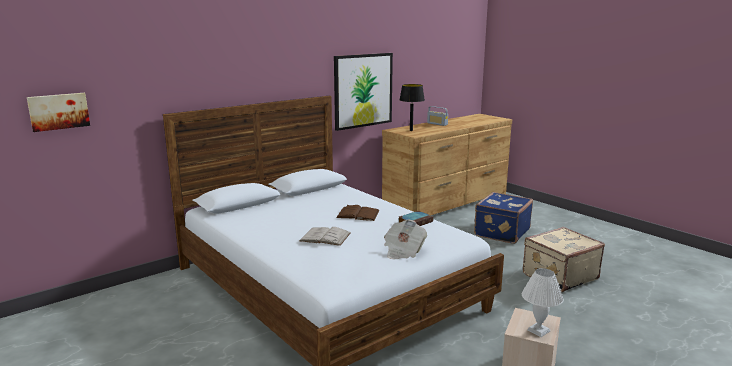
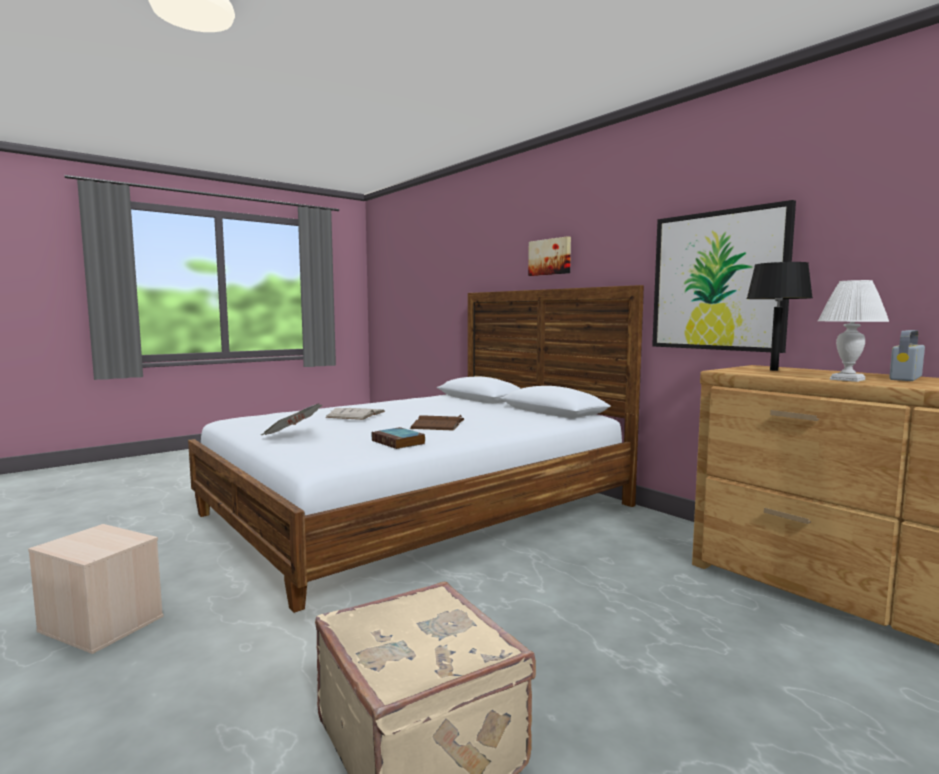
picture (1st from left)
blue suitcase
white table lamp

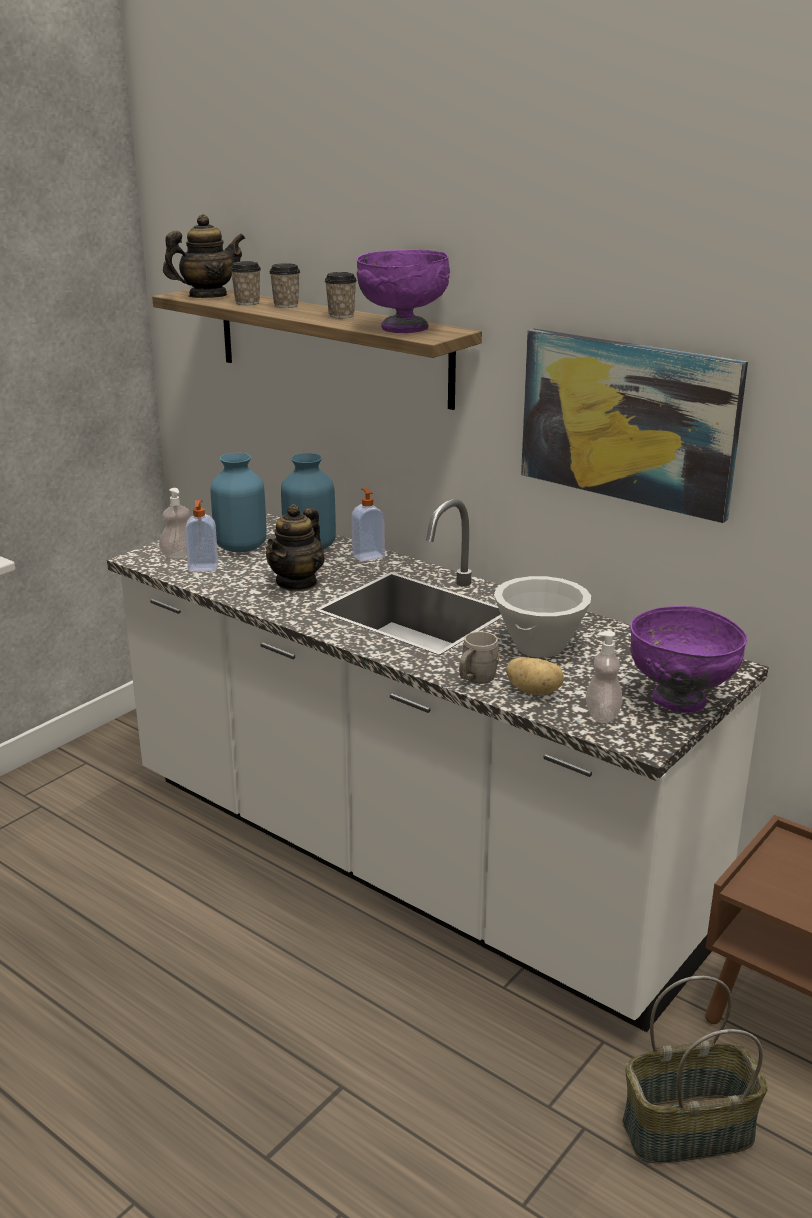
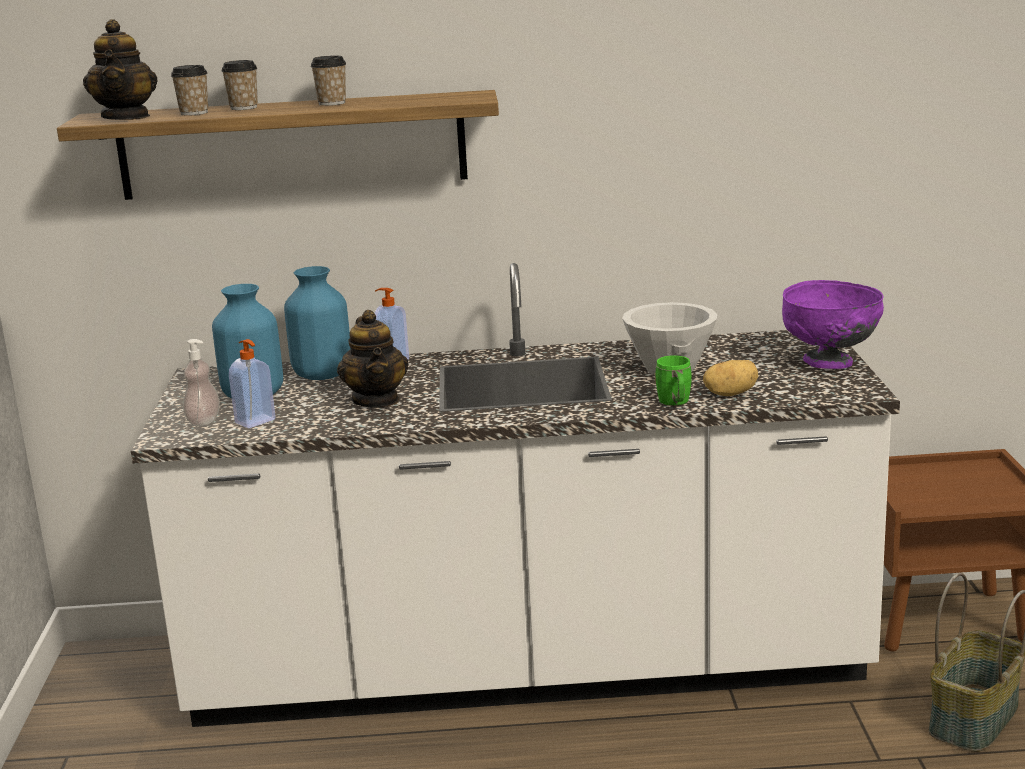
teapot (1st from left)
purple bowl (1st from left in the first image)
picture
green mug
soap dispenser (4th from left in the first image)

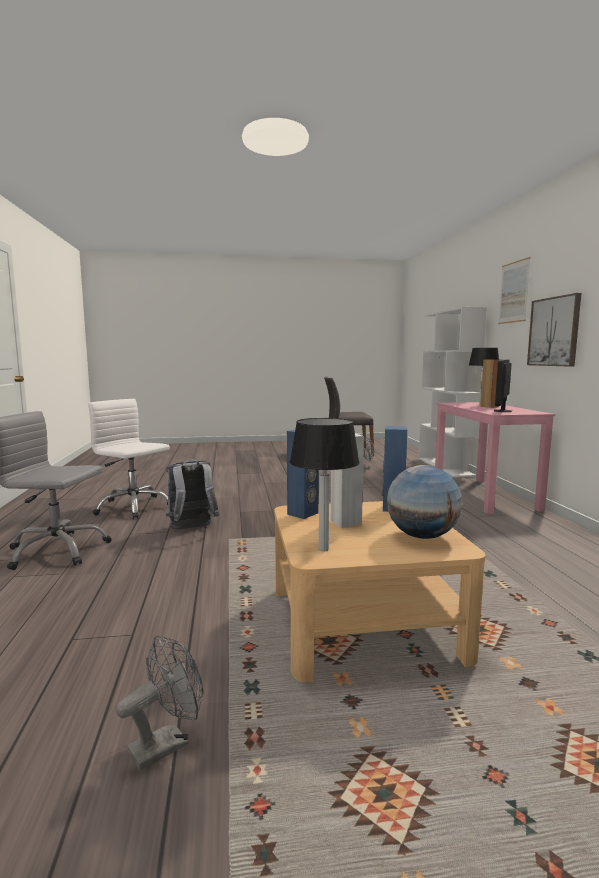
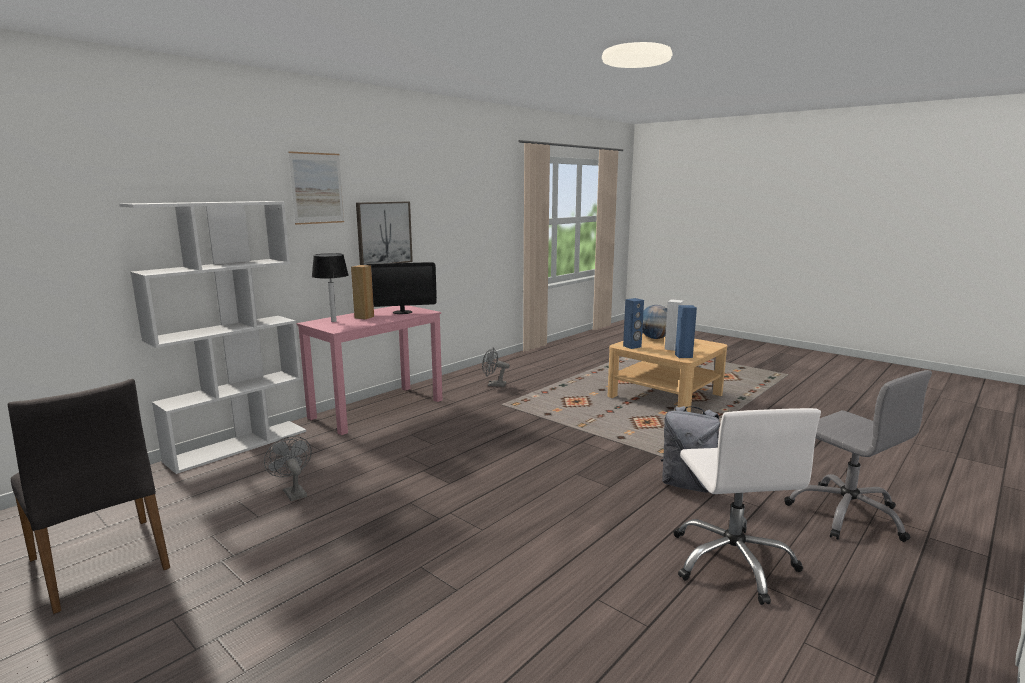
table lamp (1st from left in the first image)
grey fan (2nd from left)

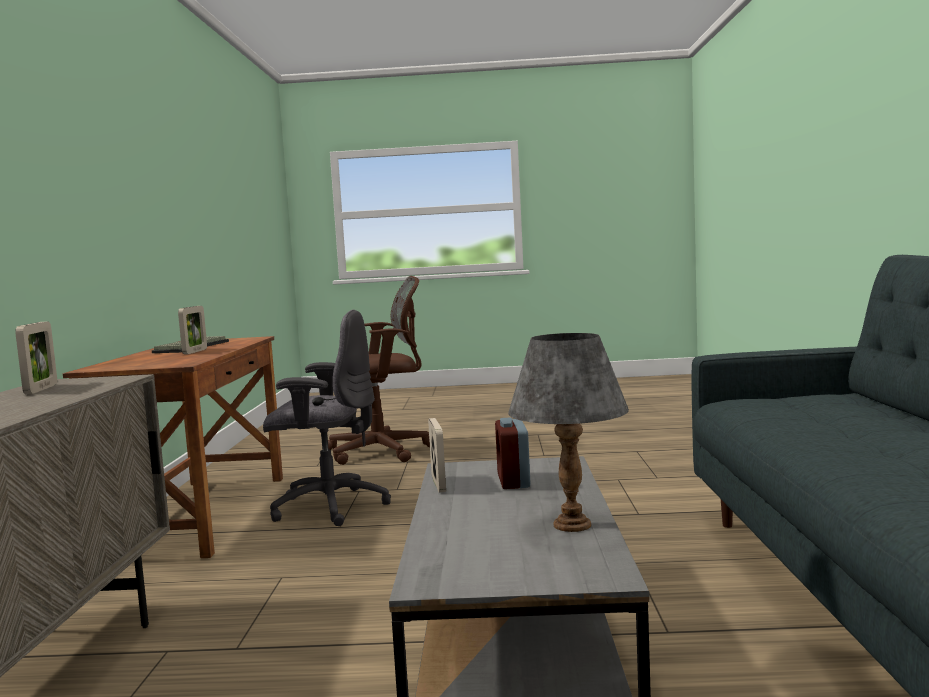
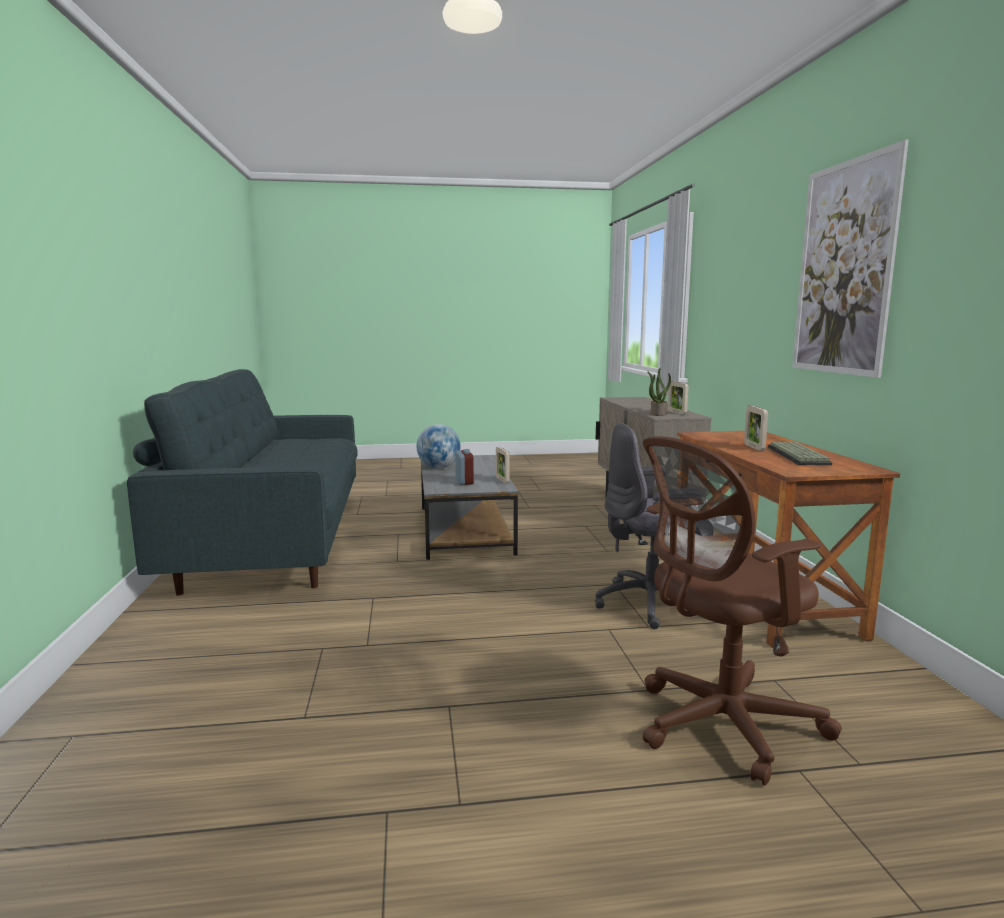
globe
picture
potted plant

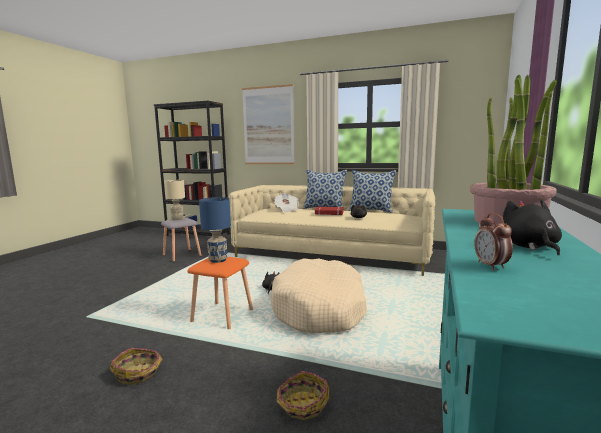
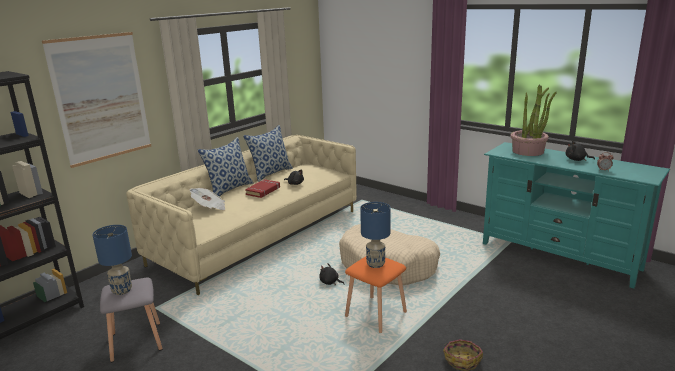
blue table lamp (1st from left)
basket (2nd from left in the first image)

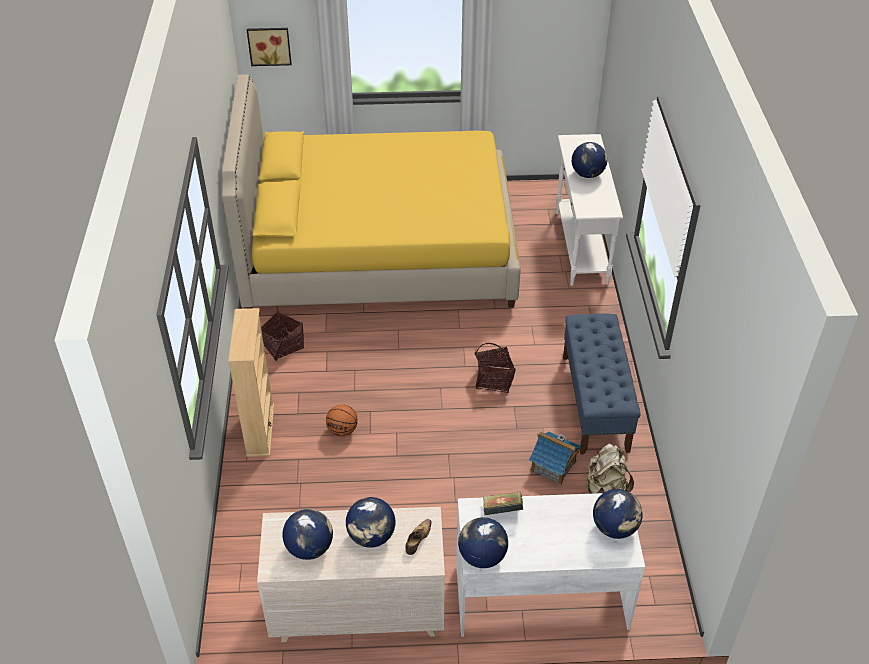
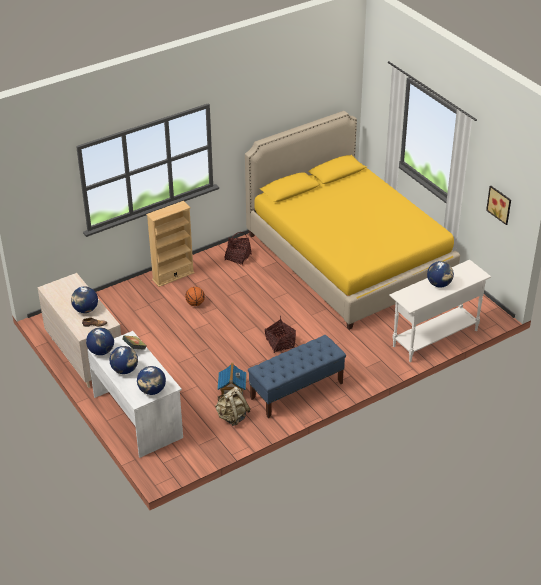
picture
globe (3rd from left)

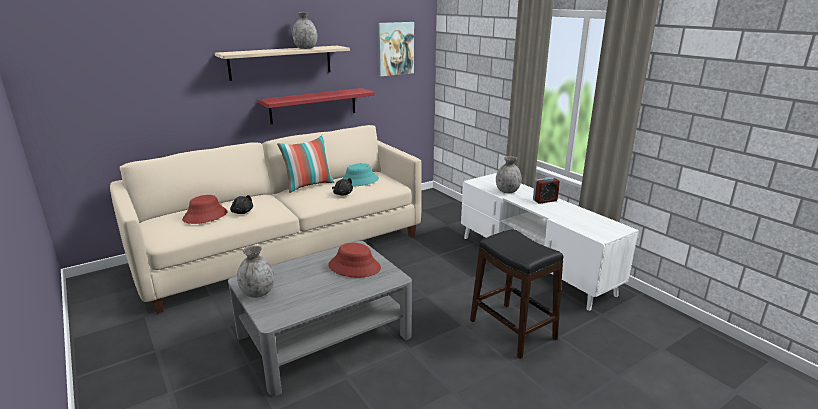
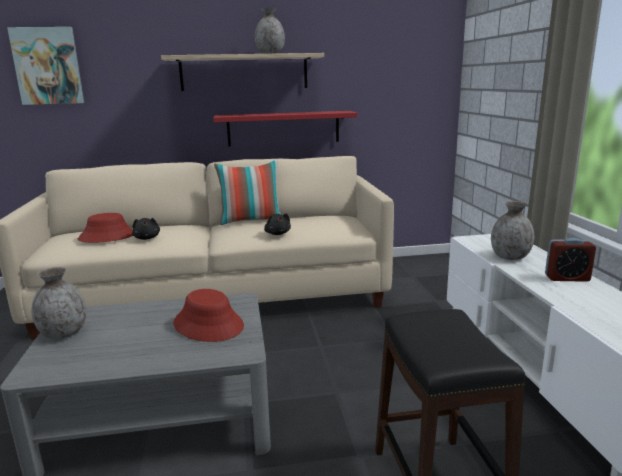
picture
turquoise hat

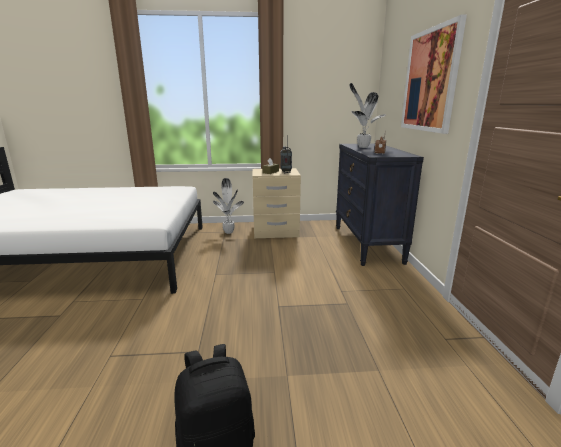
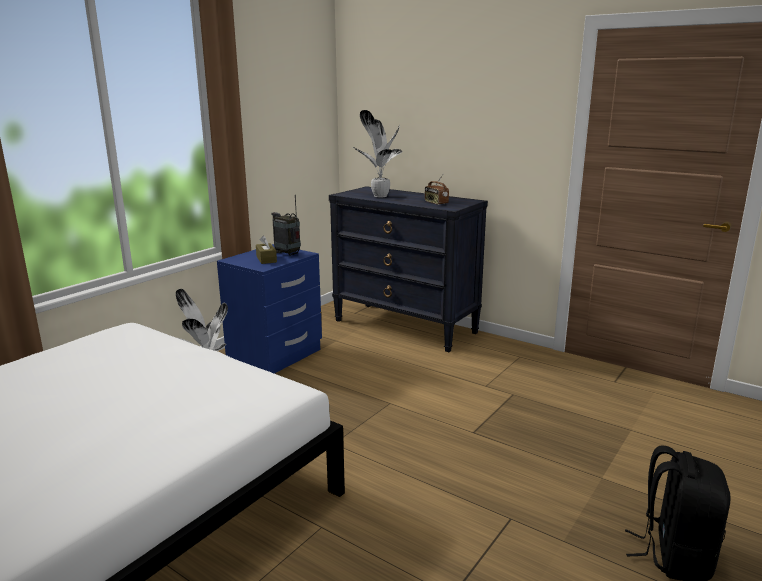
picture
blue nightstand

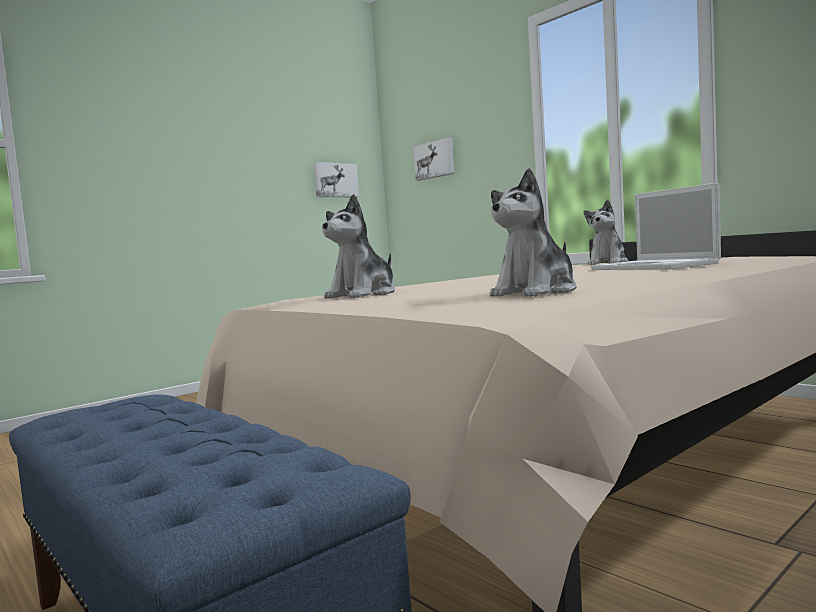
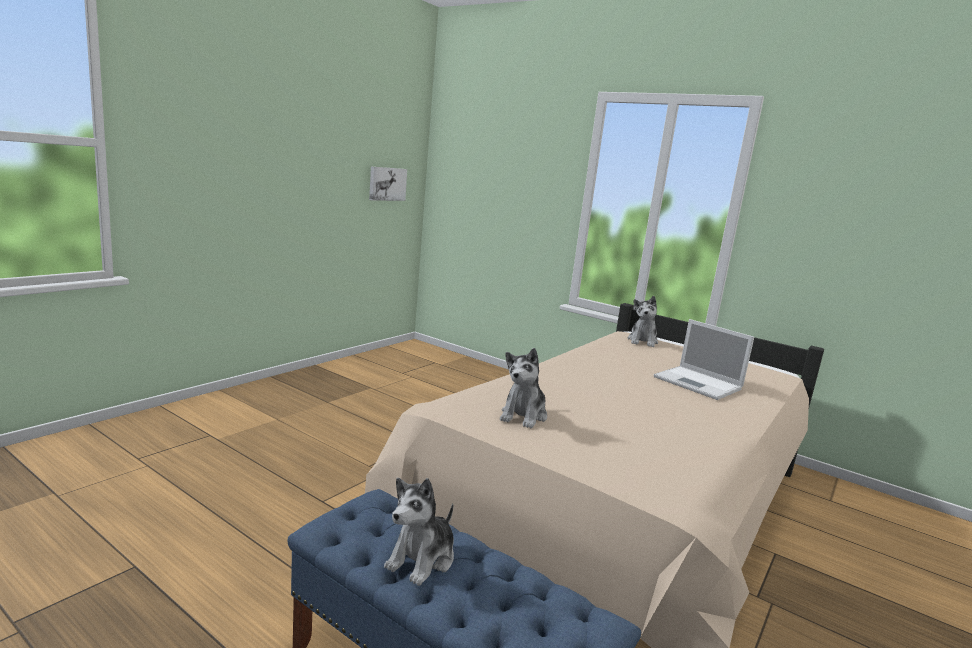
picture (2nd from left in the first image)
plush toy (1st from left)

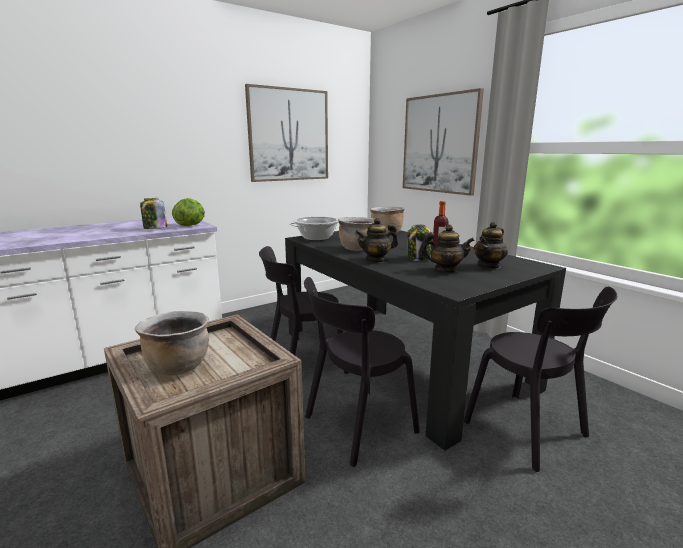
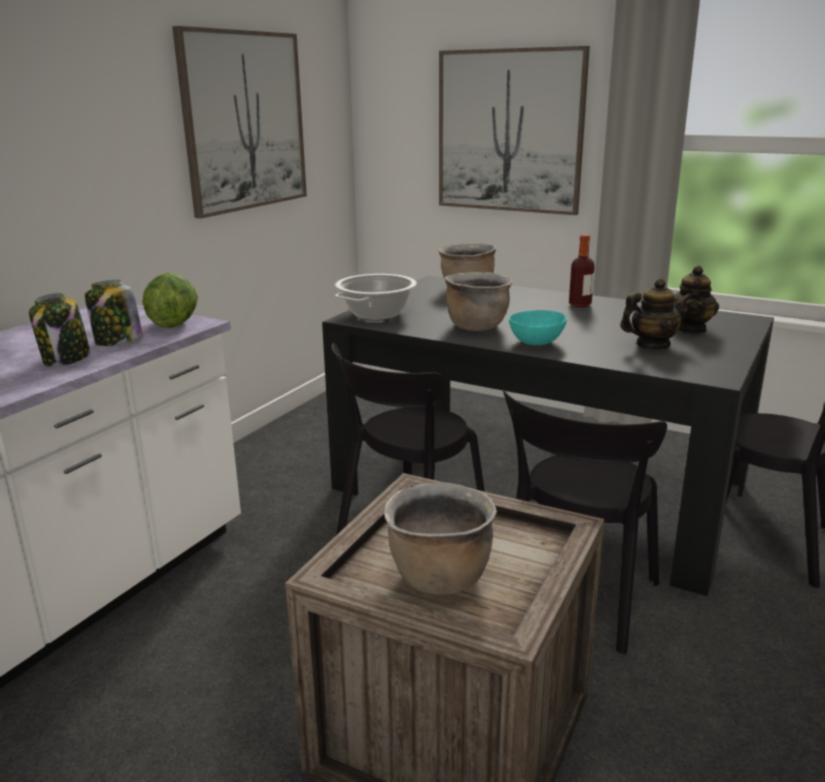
turquoise bowl
jar (1st from left)

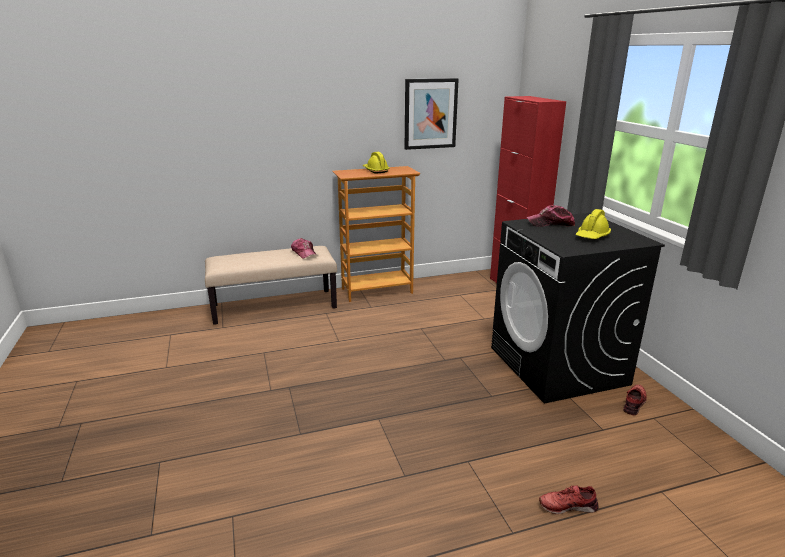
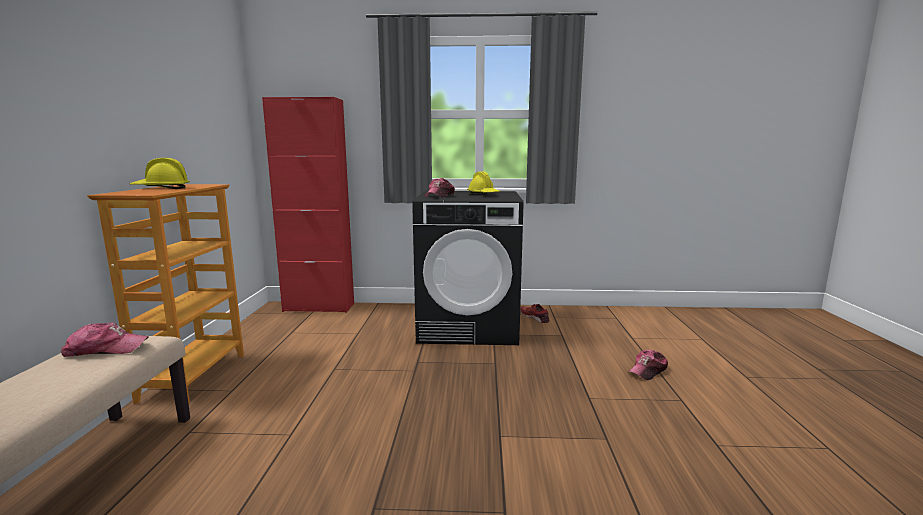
picture
cap (3rd from left)

